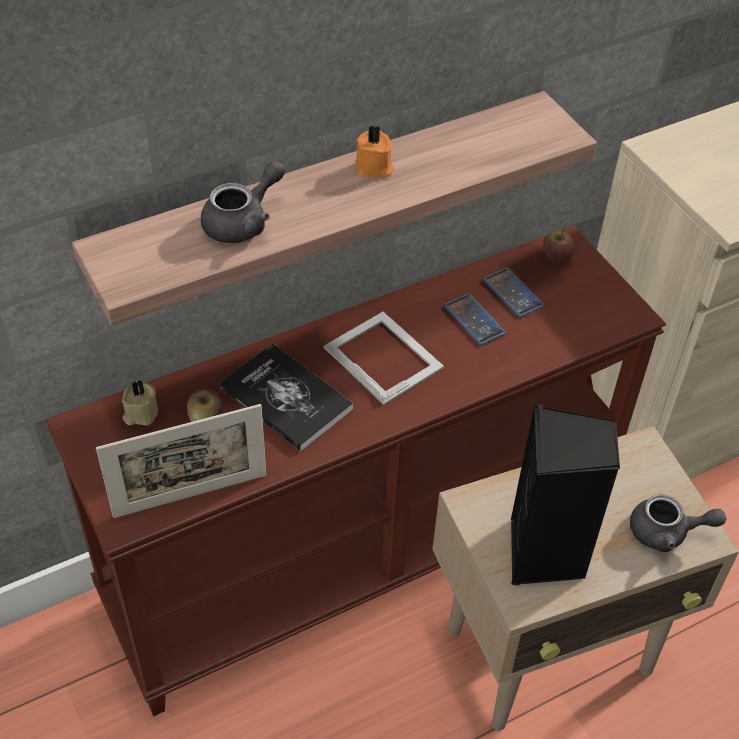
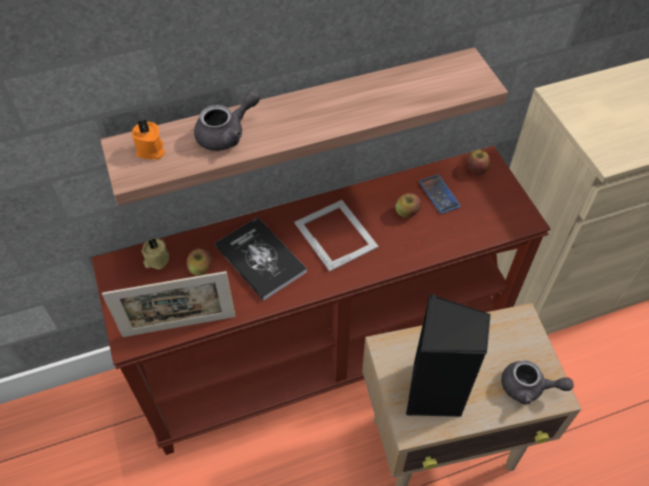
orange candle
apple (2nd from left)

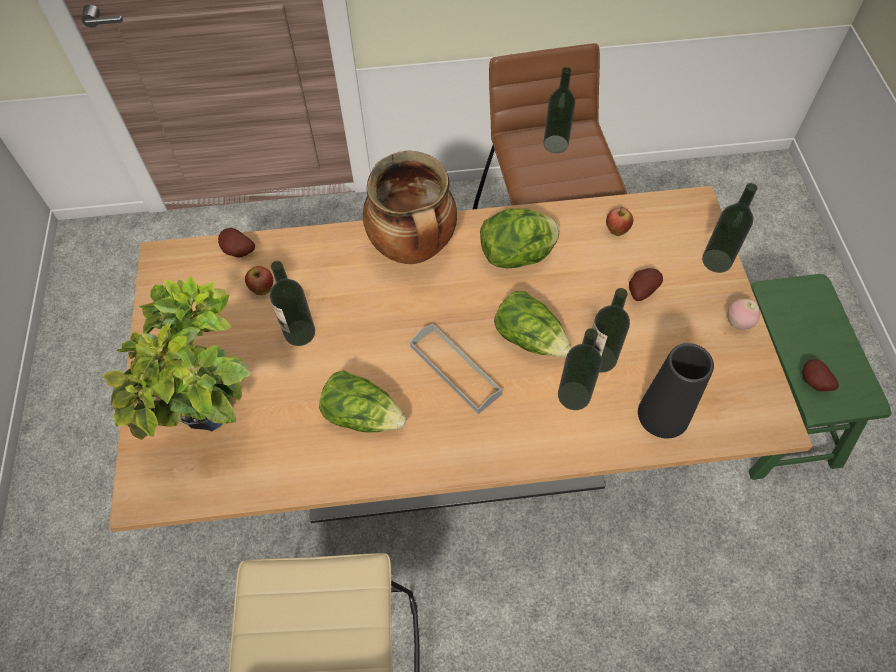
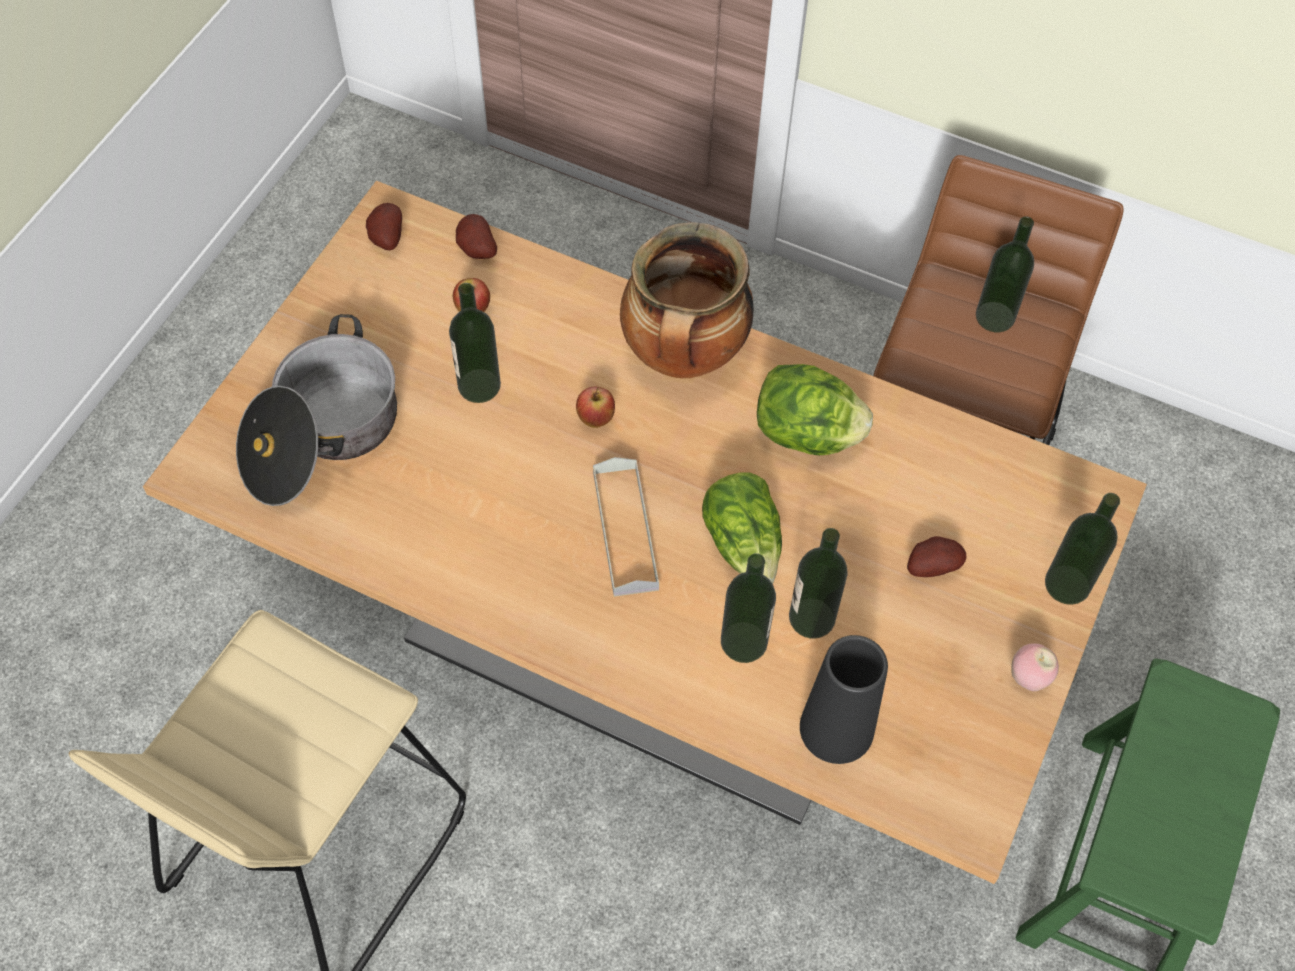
apple (2nd from left)
cooking pot (1st from left)
potato (1st from left)
lettuce (1st from left in the first image)

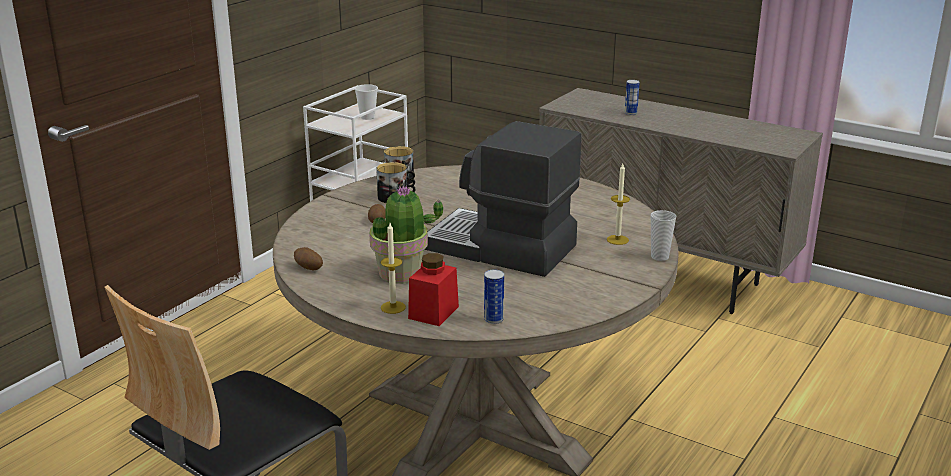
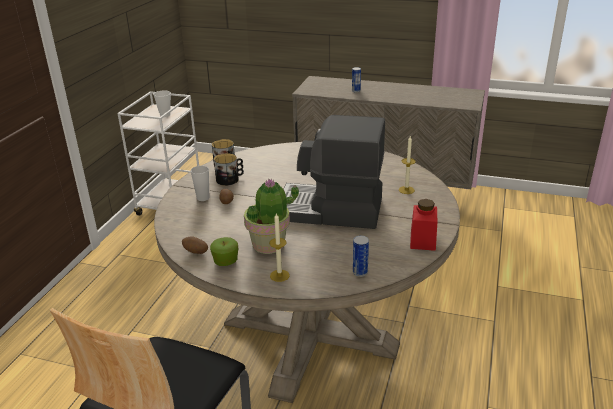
cup (2nd from left)
red jar
apple

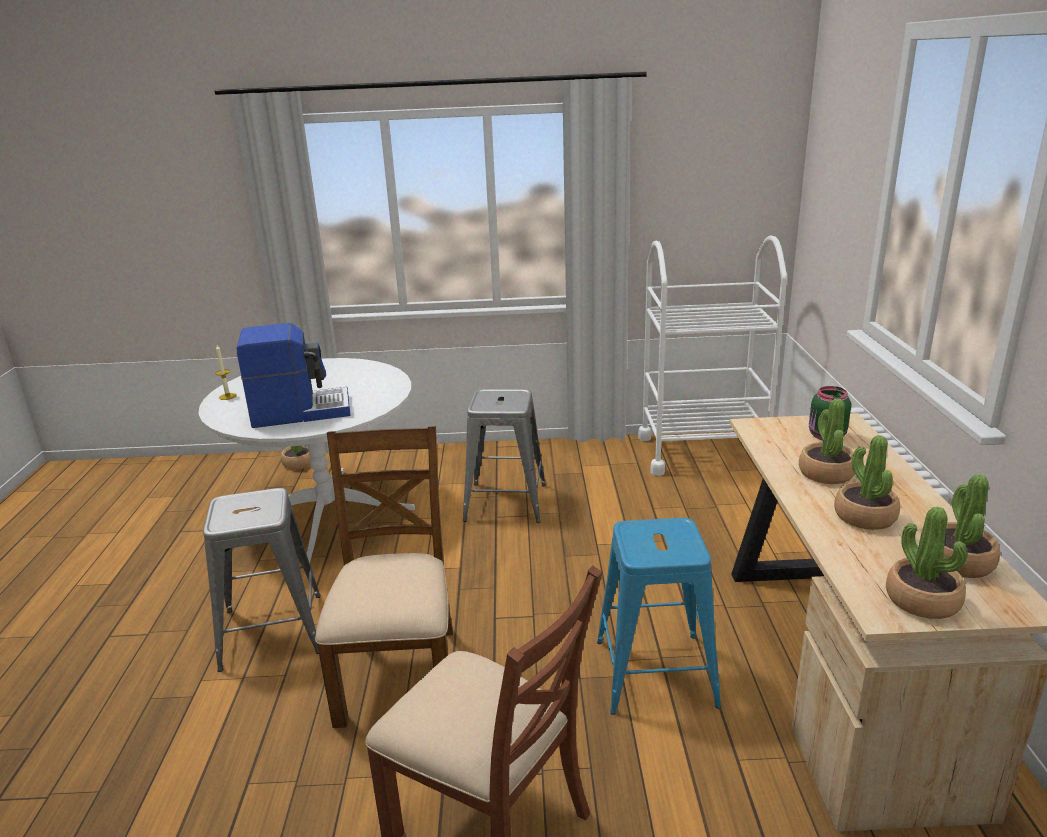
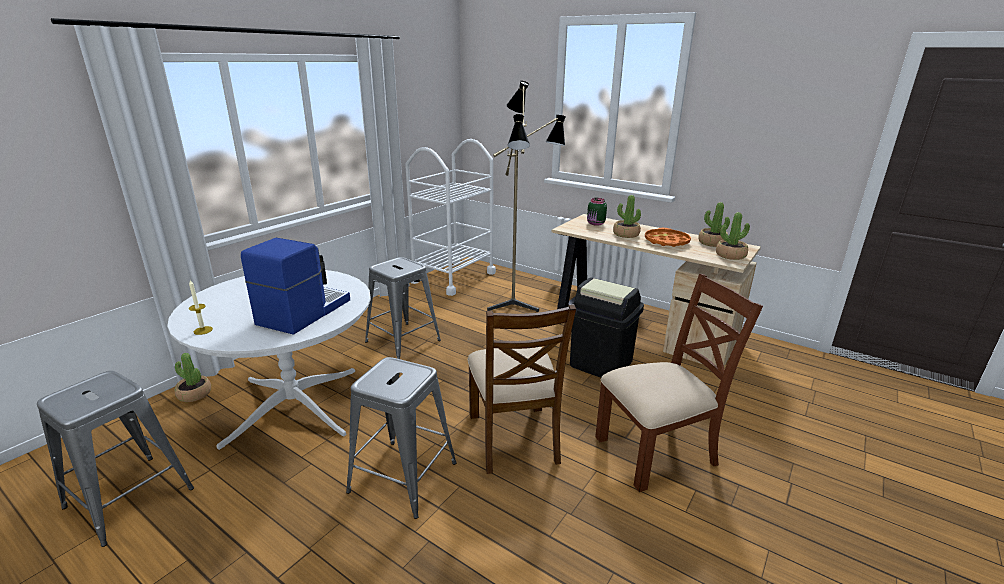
brown chair (1st from left)
orange tray
black trash can
floor lamp
grey stool (1st from left)

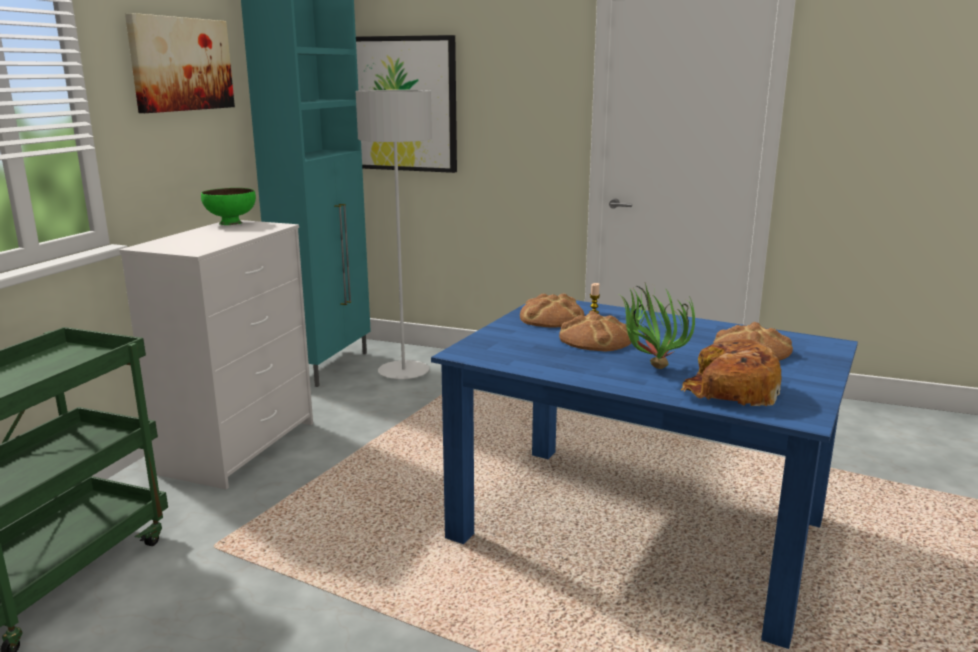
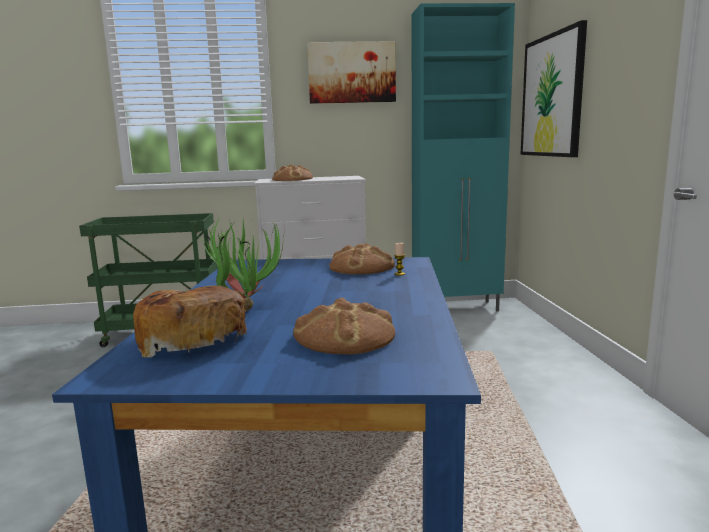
grey floor lamp
green bowl
bread (2nd from left)

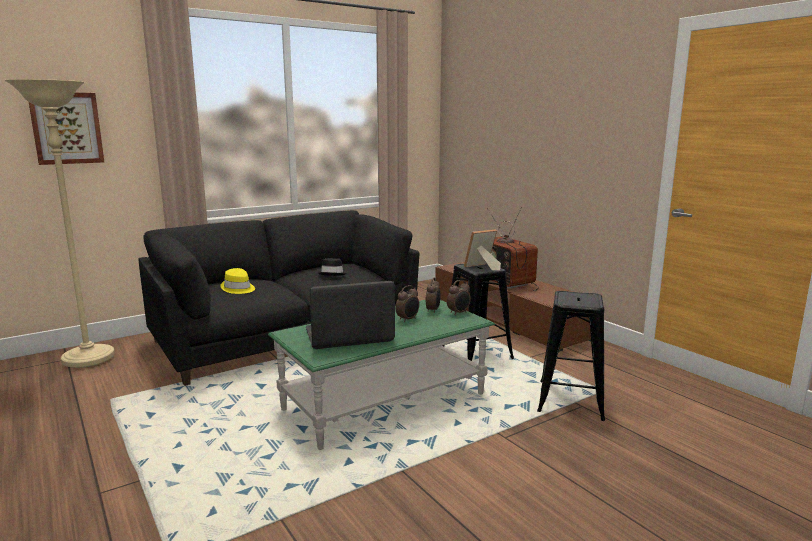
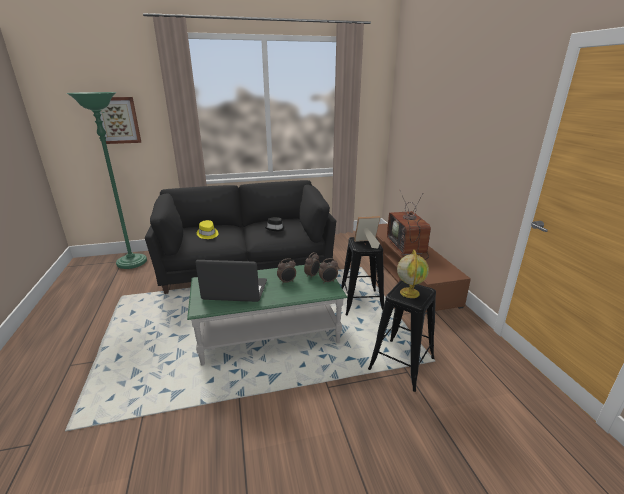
green floor lamp
globe

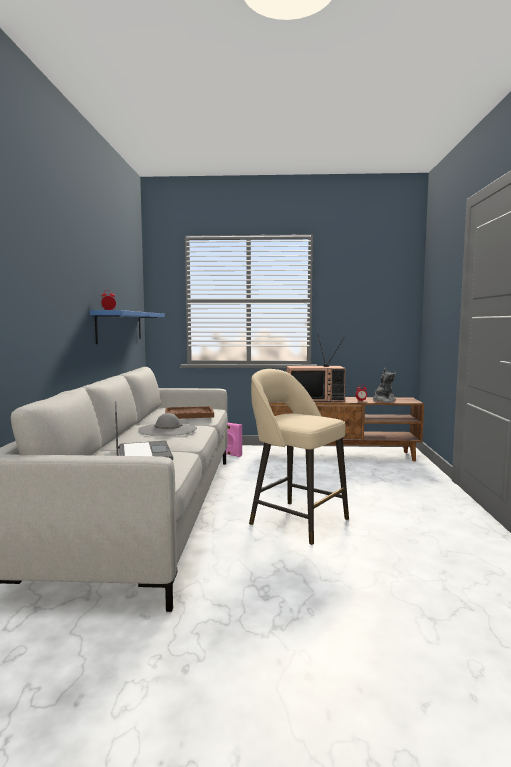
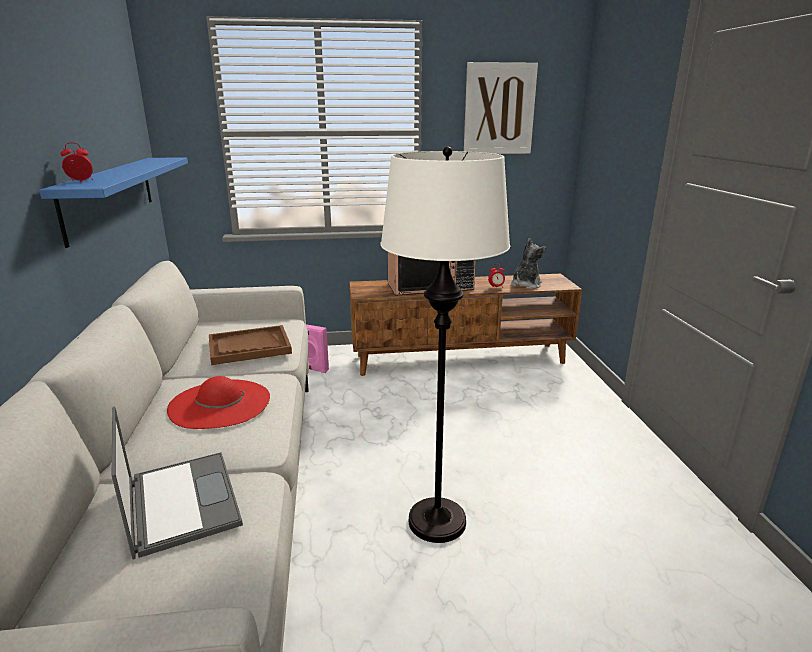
white floor lamp
red hat
picture

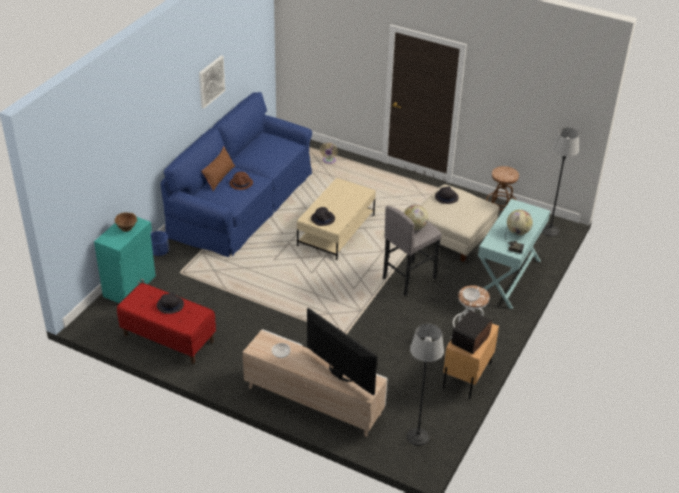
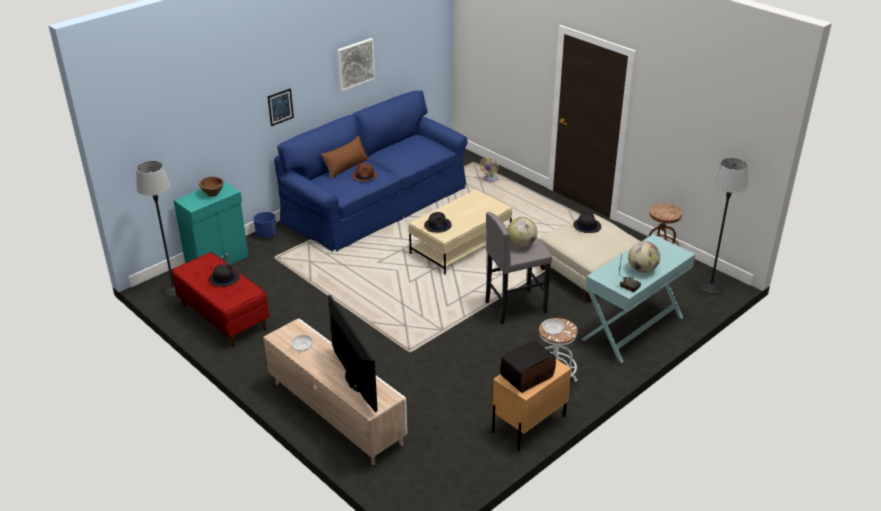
floor lamp (1st from left)
picture (1st from left)

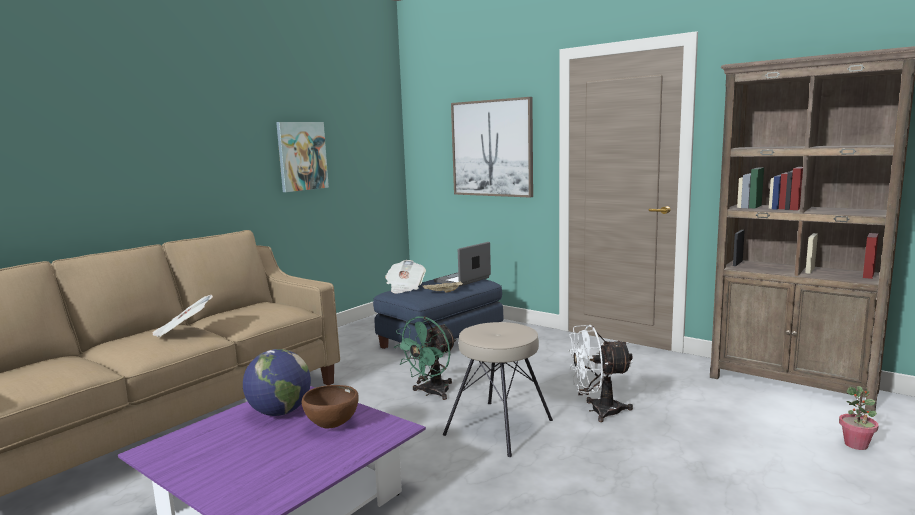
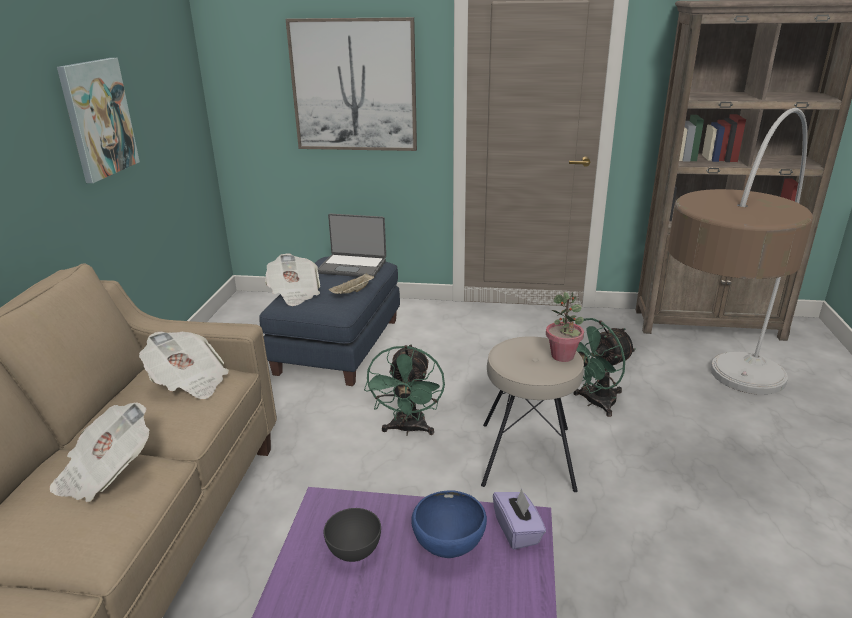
laptop
green fan (2nd from left)
grey bowl
blue bowl
potted plant
floor lamp
newspaper (2nd from left)
purple tissue box

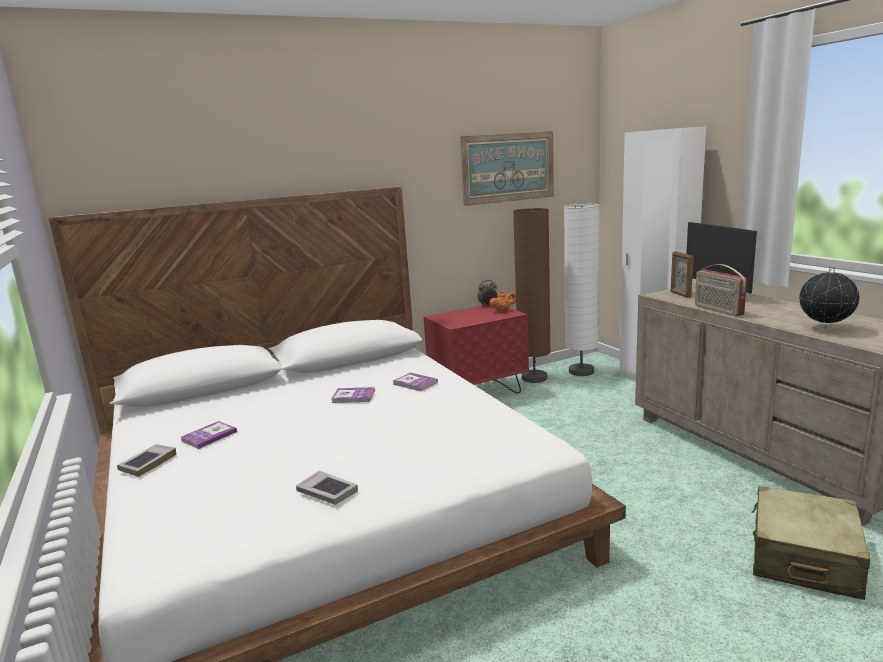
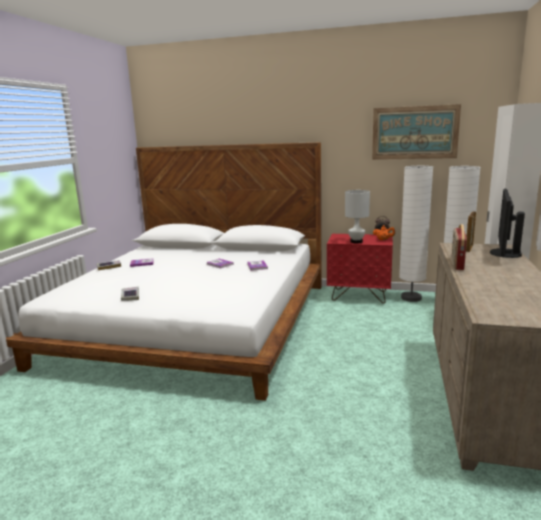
white floor lamp (1st from left)
globe
beige suitcase
white table lamp

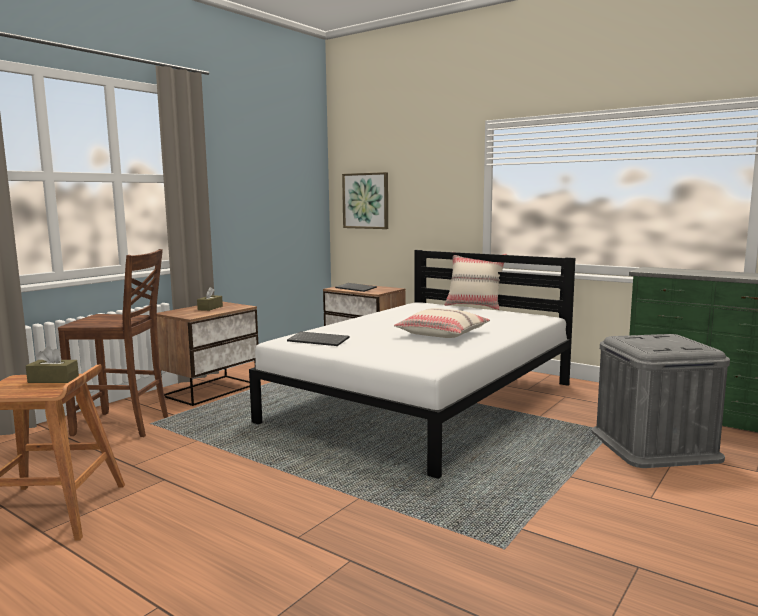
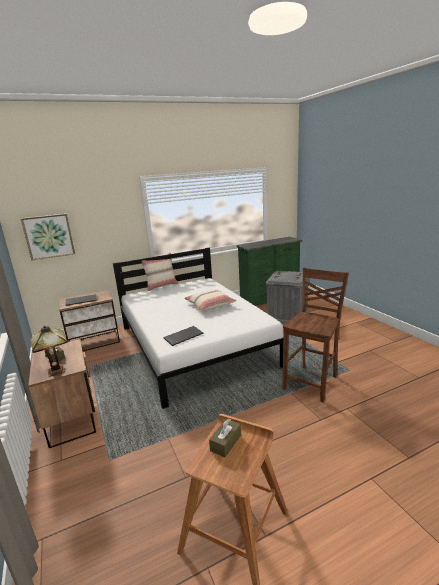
brown chair
table lamp

